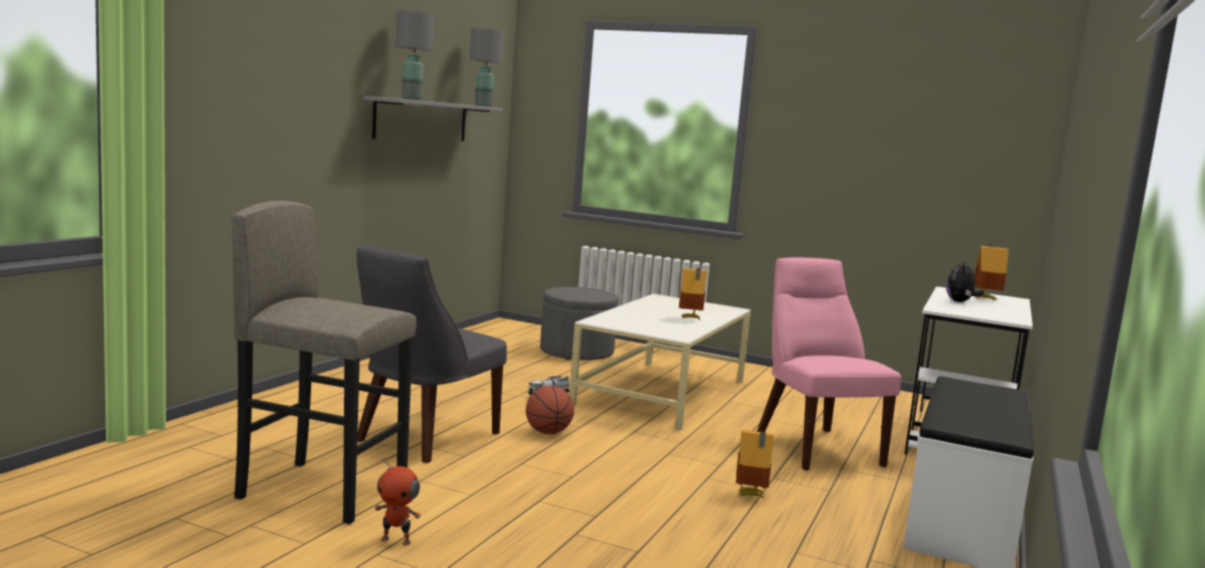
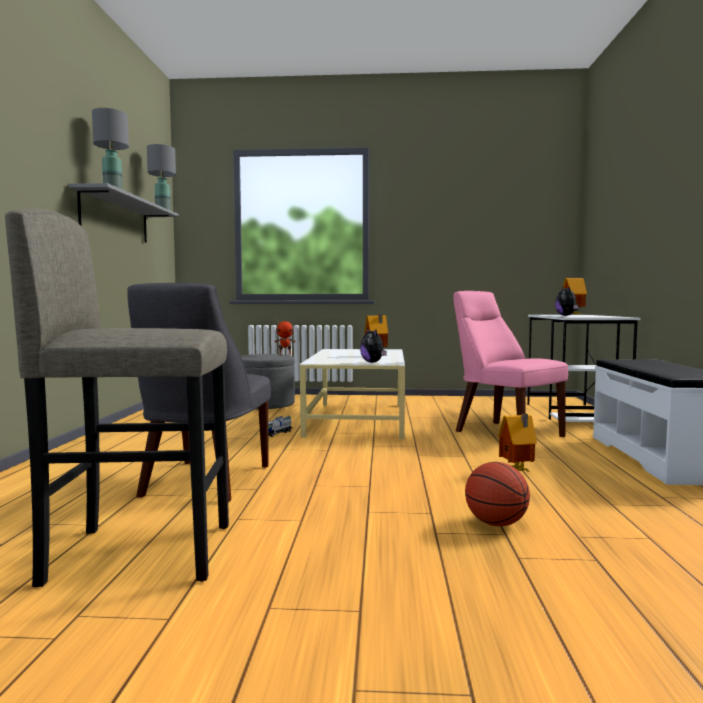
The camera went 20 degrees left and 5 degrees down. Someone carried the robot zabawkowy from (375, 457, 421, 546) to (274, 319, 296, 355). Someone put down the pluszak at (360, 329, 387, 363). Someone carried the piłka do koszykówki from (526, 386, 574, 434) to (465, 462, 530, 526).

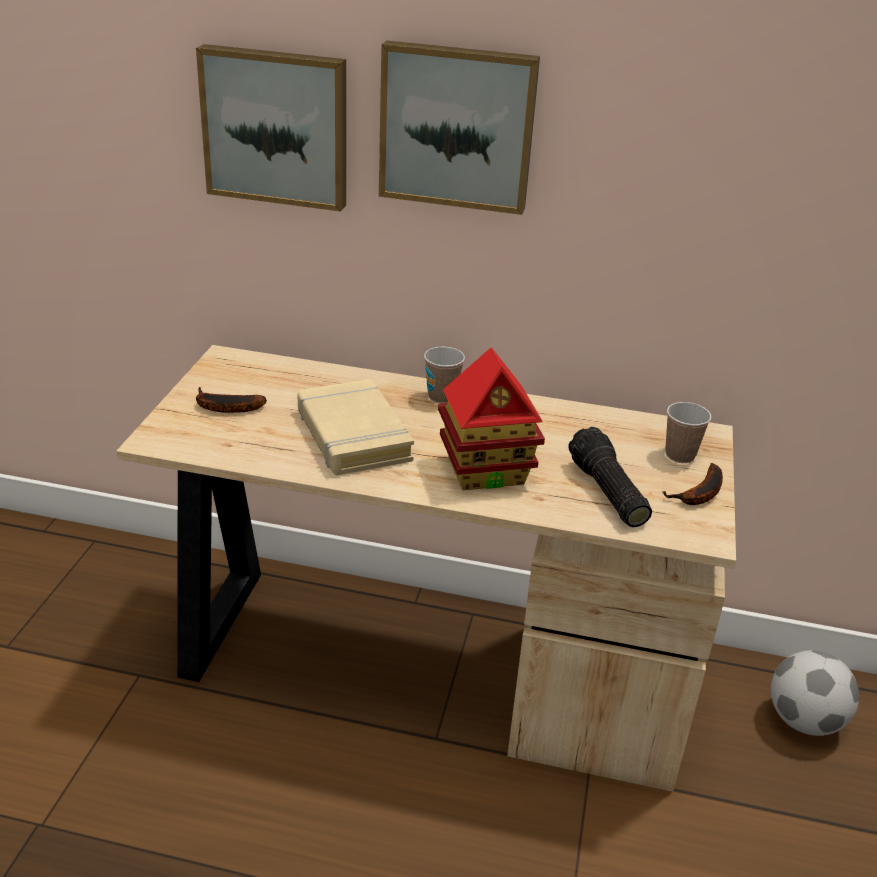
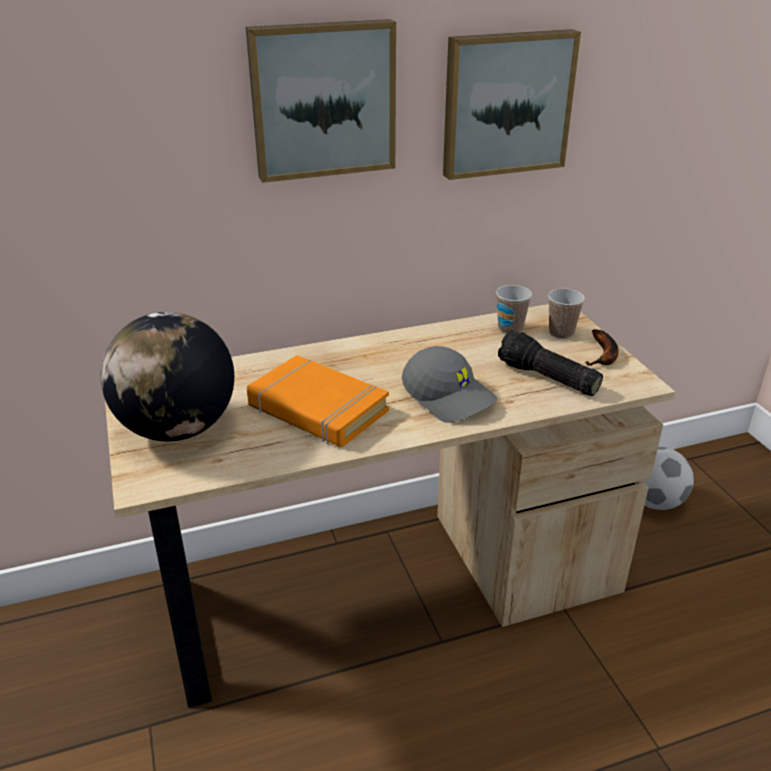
The camera went 30 degrees left and 0 degrees up. Someone swapped the banan at (196, 387, 267, 413) for the globus at (101, 312, 234, 442). Someone repainted the książka [beżowy] at (297, 379, 414, 475), which became the książka [pomarańczowy] at (247, 355, 389, 447). Someone swapped the domek at (438, 348, 545, 490) for the czapka z daszkiem [szary] at (402, 346, 497, 423). Someone carried the obraz from (196, 44, 346, 212) to (443, 29, 581, 180). Someone carried the filiżanka from (424, 347, 465, 404) to (496, 285, 532, 334).

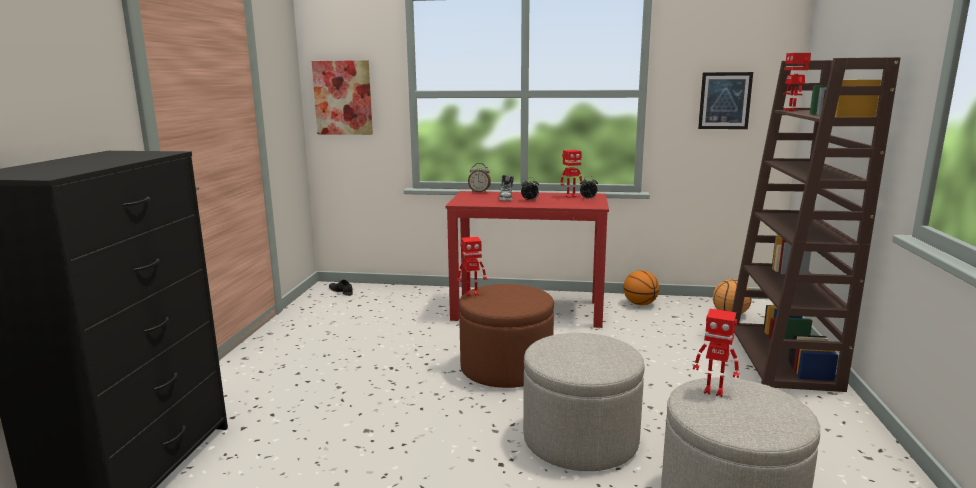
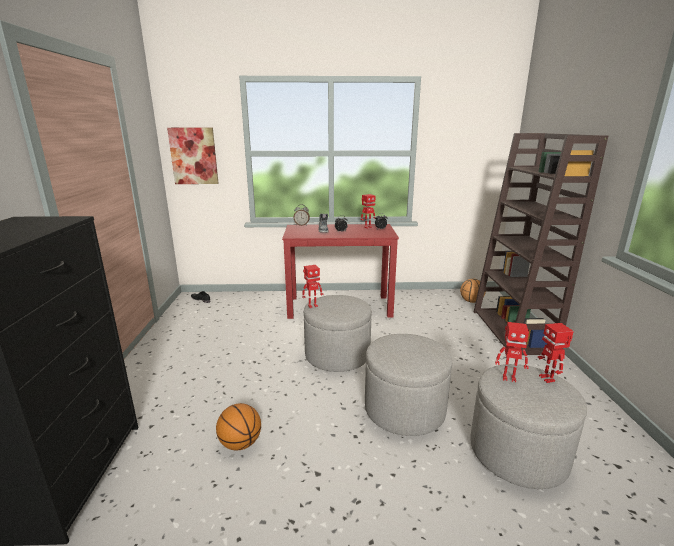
The camera went 10 degrees left and 5 degrees up. Someone carried the piłka do koszykówki from (623, 270, 659, 305) to (216, 403, 261, 450). Someone repainted the pufa [brązowy] at (459, 284, 554, 388), which became the pufa [szary] at (304, 295, 372, 372). Someone carried the robot zabawkowy from (783, 53, 811, 111) to (538, 323, 574, 383). Someone took away the obraz at (698, 72, 753, 129).

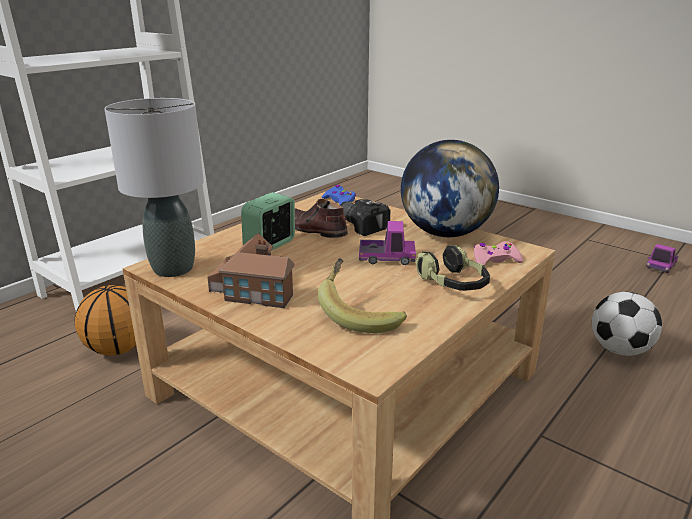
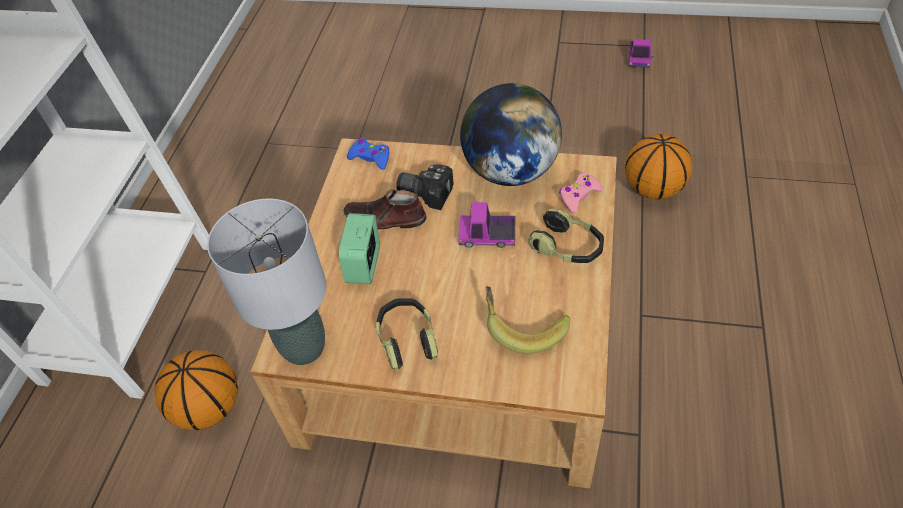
The camera went 25 degrees left and 25 degrees up. Someone swapped the domek at (207, 233, 295, 308) for the słuchawki at (376, 299, 438, 370). Someone rotated the ciężarówka zabawkowa at (359, 221, 416, 265) by 150 degrees counterclockwise. Someone swapped the piłka futbolowa at (592, 292, 662, 356) for the piłka do koszykówki at (625, 134, 692, 200).

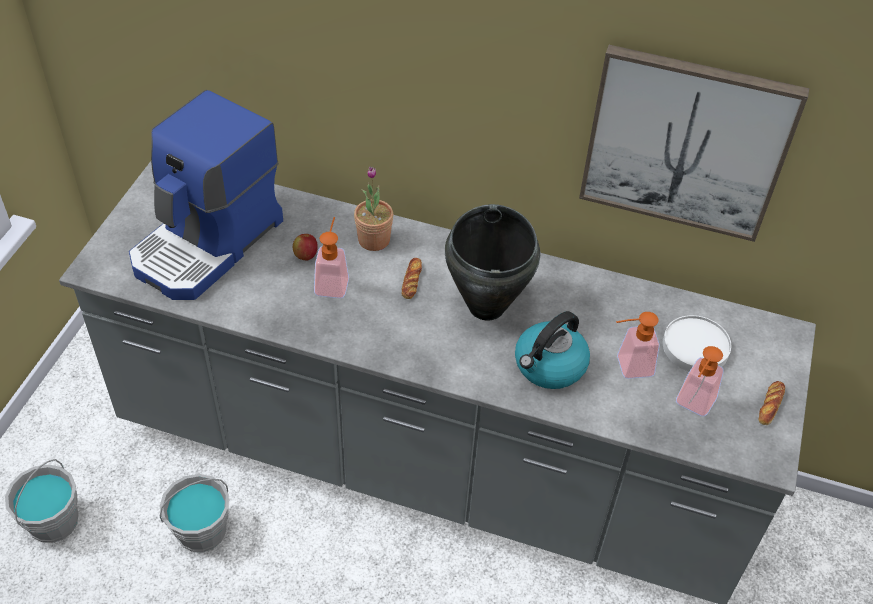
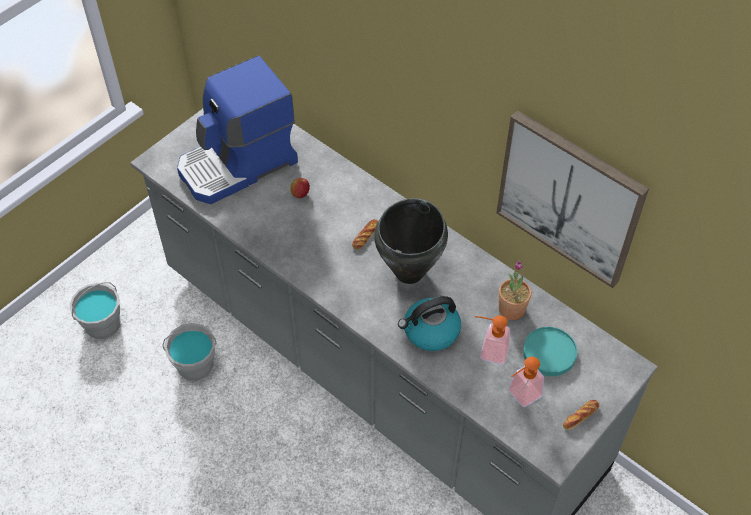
The camera went 25 degrees right and 5 degrees up. Someone carried the roślina doniczkowa from (354, 166, 393, 251) to (499, 260, 531, 320). Someone repainted the talerz [biały] at (663, 315, 731, 371), which became the talerz [turkusowy] at (523, 327, 577, 376). Someone took away the dozownik mydła at (314, 217, 349, 298).

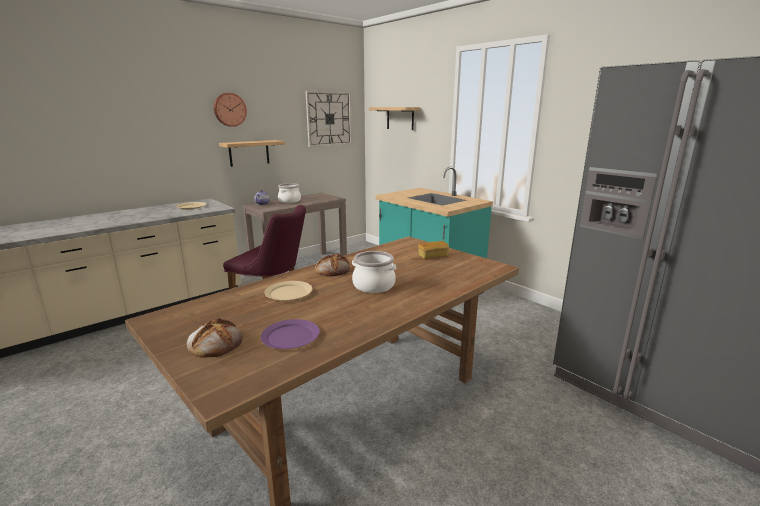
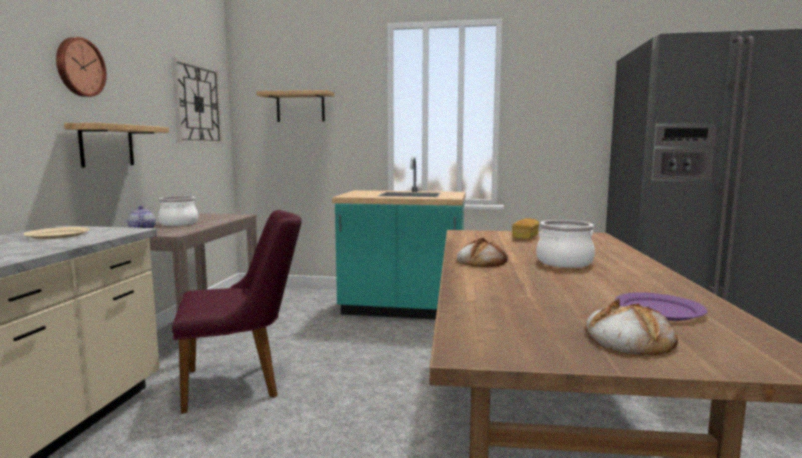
The camera went 40 degrees left and 10 degrees down. Someone took away the talerz [beżowy] at (265, 281, 312, 301).

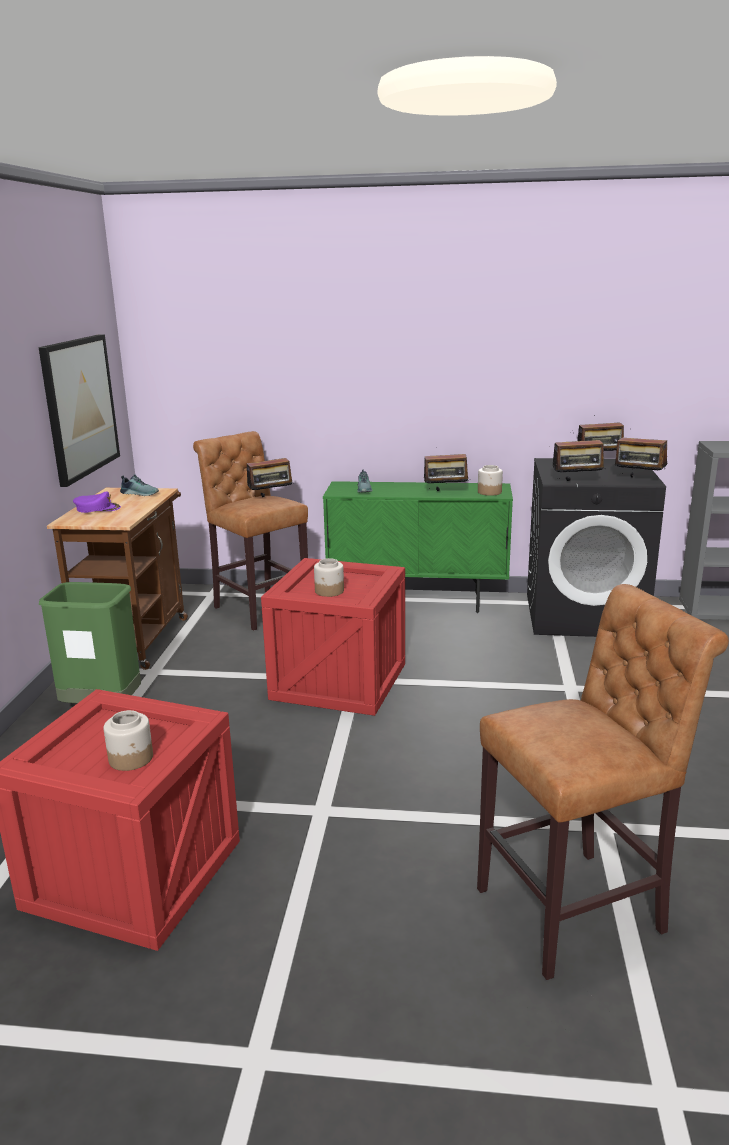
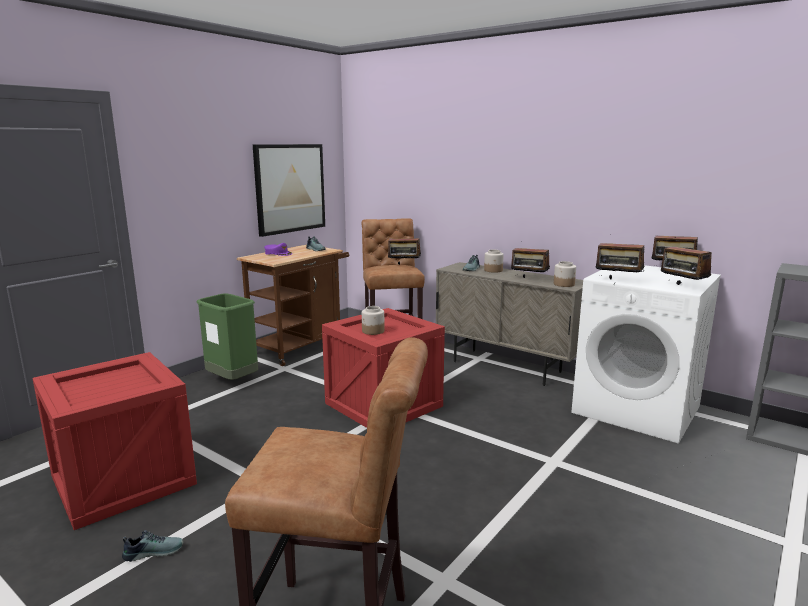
The camera went 30 degrees right and 5 degrees down. Someone put down the but at (122, 530, 183, 562). Someone repainted the szafka [zielony] at (323, 481, 513, 613), which became the szafka [beżowy] at (436, 262, 583, 386). Someone carried the słoik from (104, 710, 153, 771) to (484, 250, 504, 273). Someone repainted the pralka [czarny] at (527, 458, 666, 637), which became the pralka [biały] at (571, 265, 721, 444).

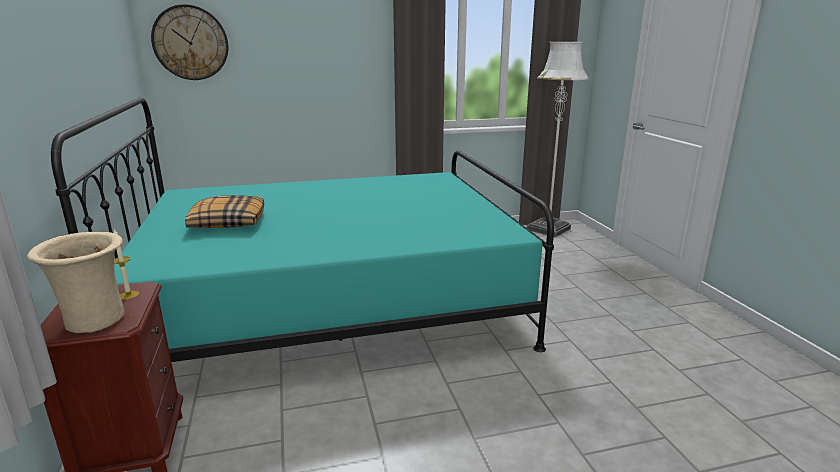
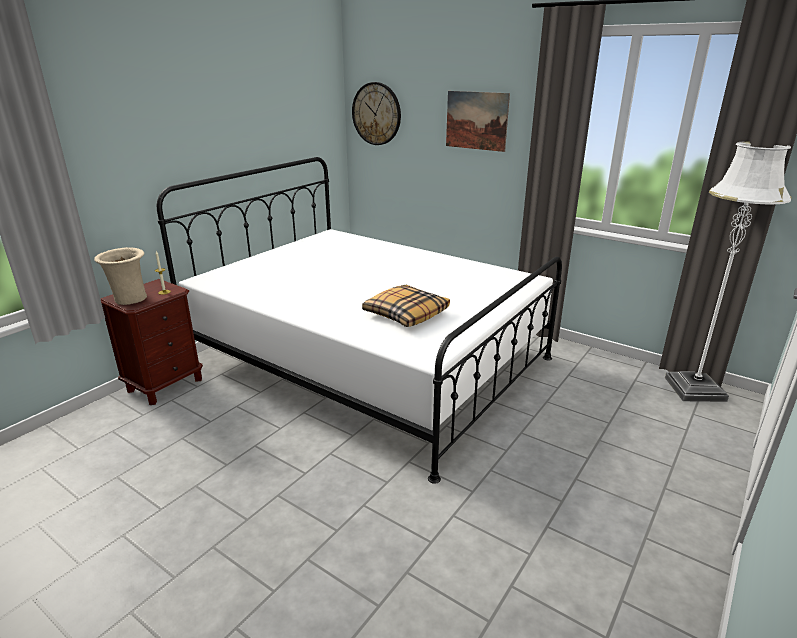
The camera went 50 degrees right and 5 degrees up. Someone repainted the łóżko [turkusowy] at (51, 97, 554, 362), which became the łóżko [biały] at (157, 157, 562, 484). Someone carried the poduszka from (185, 195, 264, 228) to (362, 285, 450, 327). Someone put up the obraz at (446, 91, 510, 152).

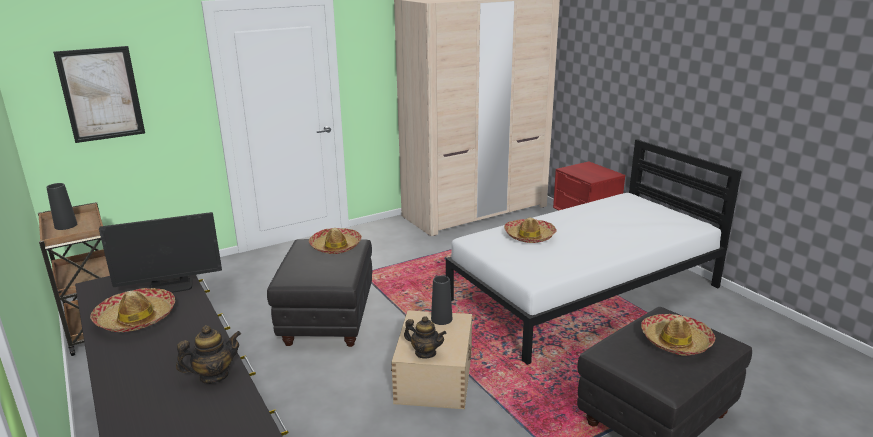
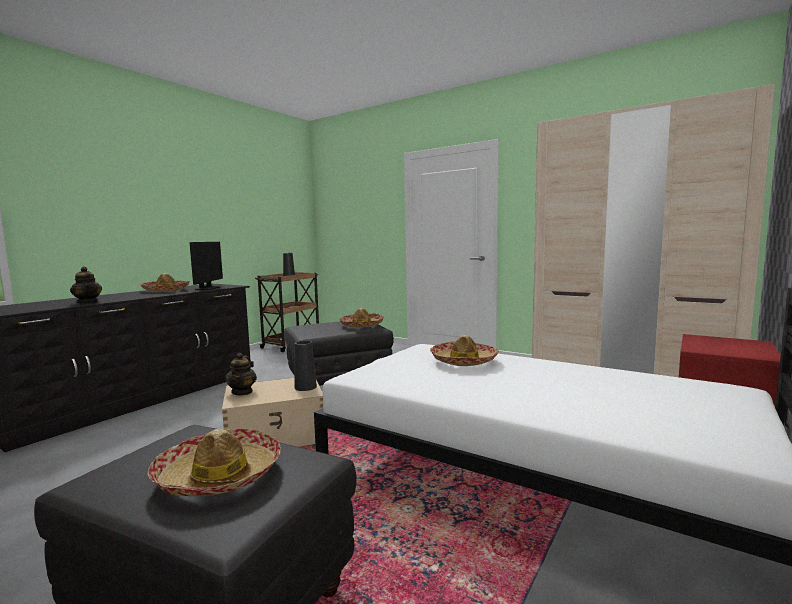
The camera went 65 degrees right and 15 degrees down. Someone rotated the monitor at (99, 212, 222, 293) by 135 degrees counterclockwise. Someone took away the obraz at (53, 46, 145, 143).

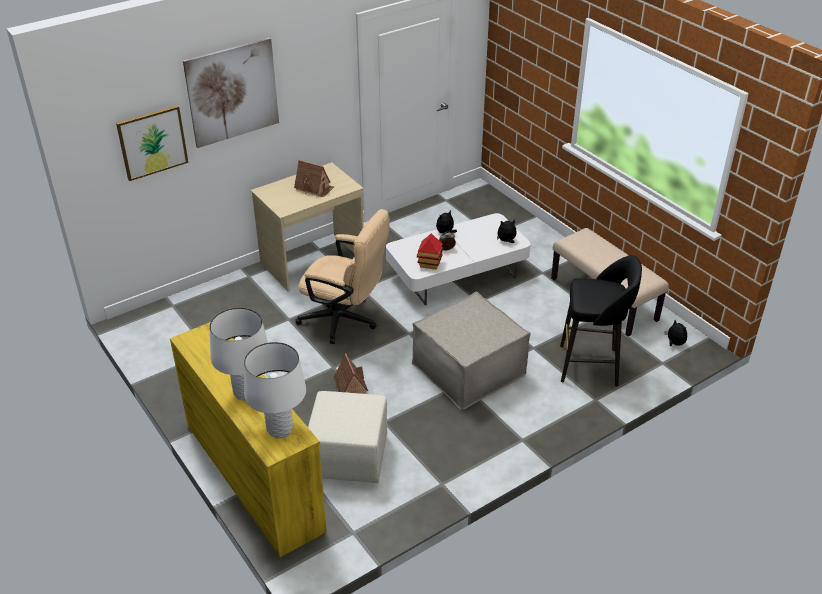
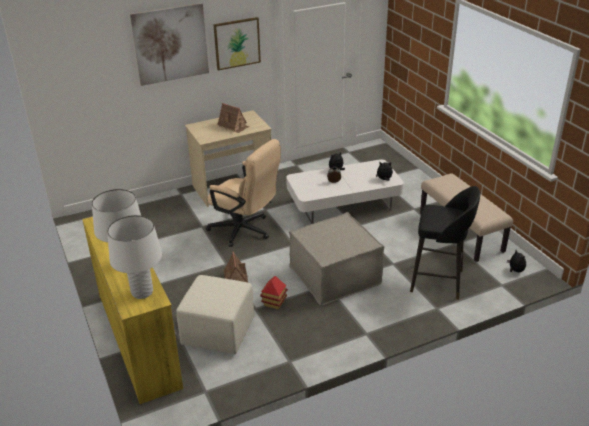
The camera went 10 degrees right and 5 degrees down. Someone carried the obraz from (116, 105, 188, 181) to (213, 17, 261, 70). Someone carried the domek from (417, 233, 443, 270) to (260, 276, 288, 310).

